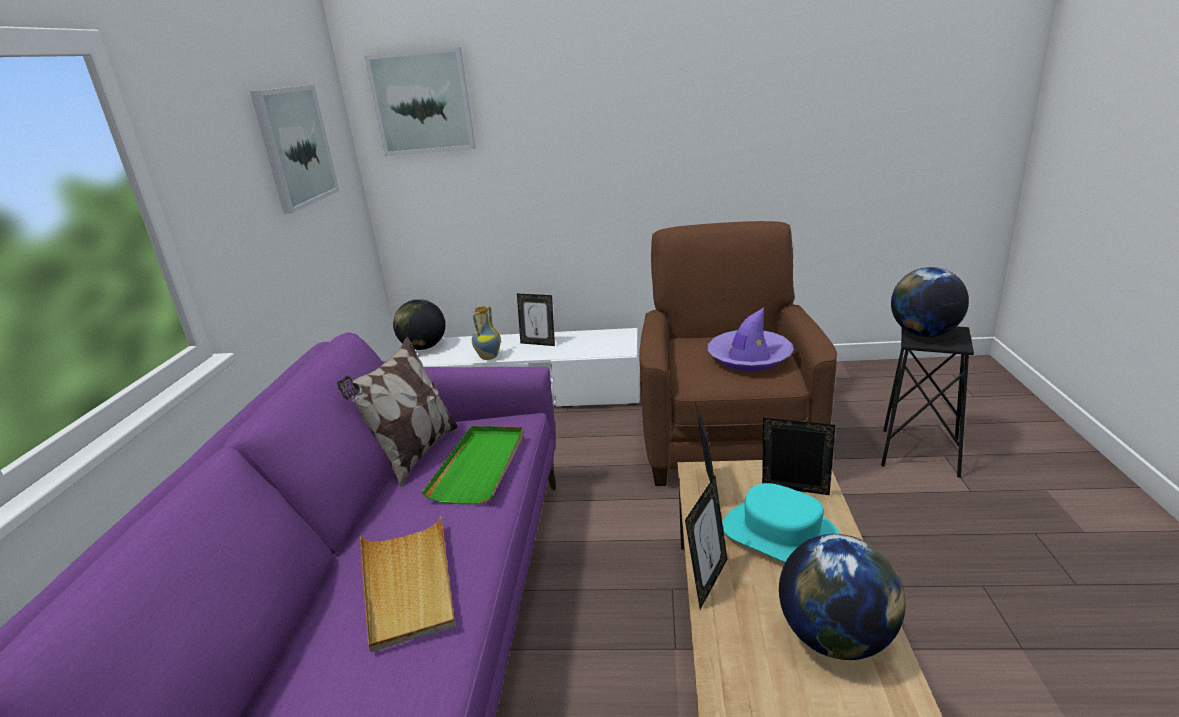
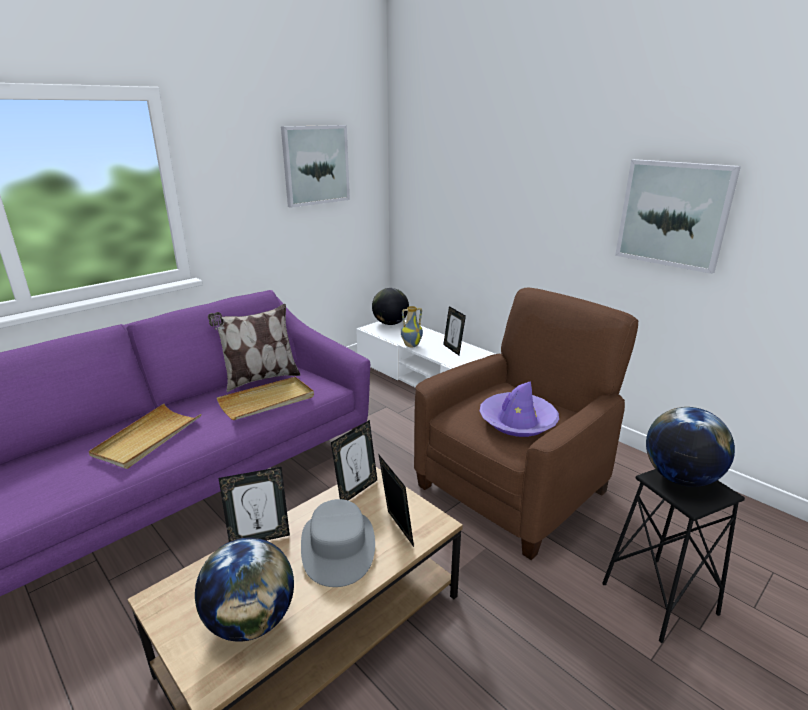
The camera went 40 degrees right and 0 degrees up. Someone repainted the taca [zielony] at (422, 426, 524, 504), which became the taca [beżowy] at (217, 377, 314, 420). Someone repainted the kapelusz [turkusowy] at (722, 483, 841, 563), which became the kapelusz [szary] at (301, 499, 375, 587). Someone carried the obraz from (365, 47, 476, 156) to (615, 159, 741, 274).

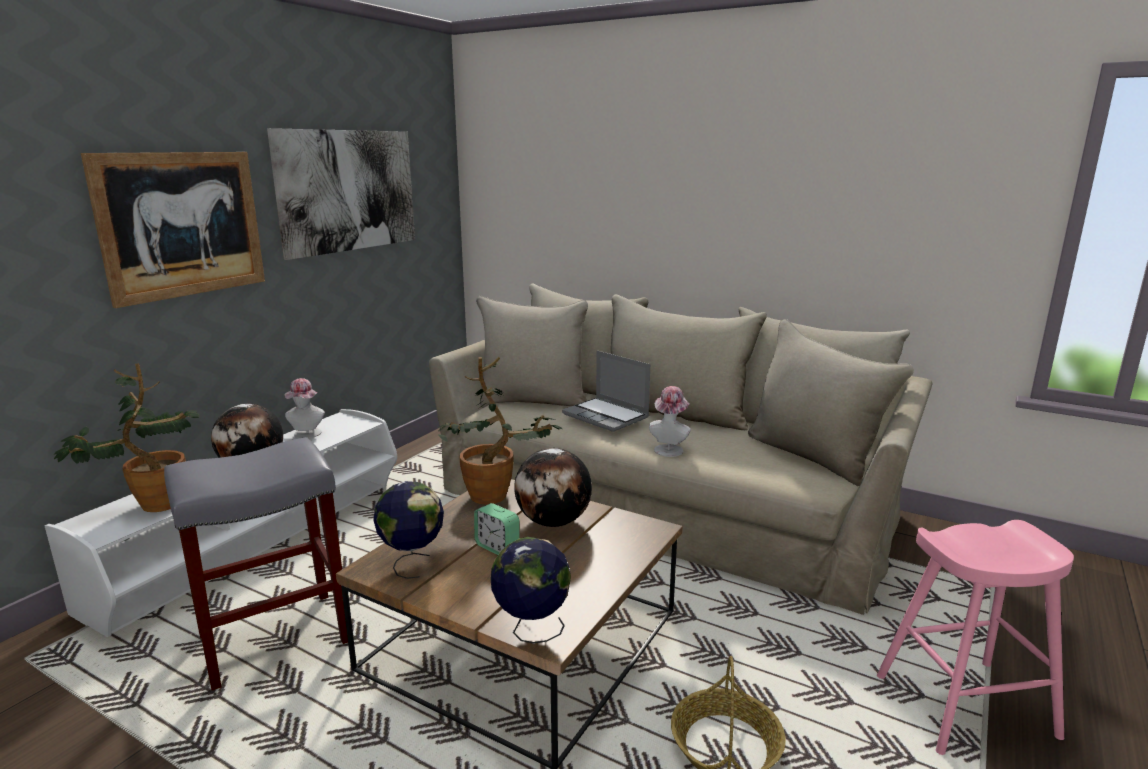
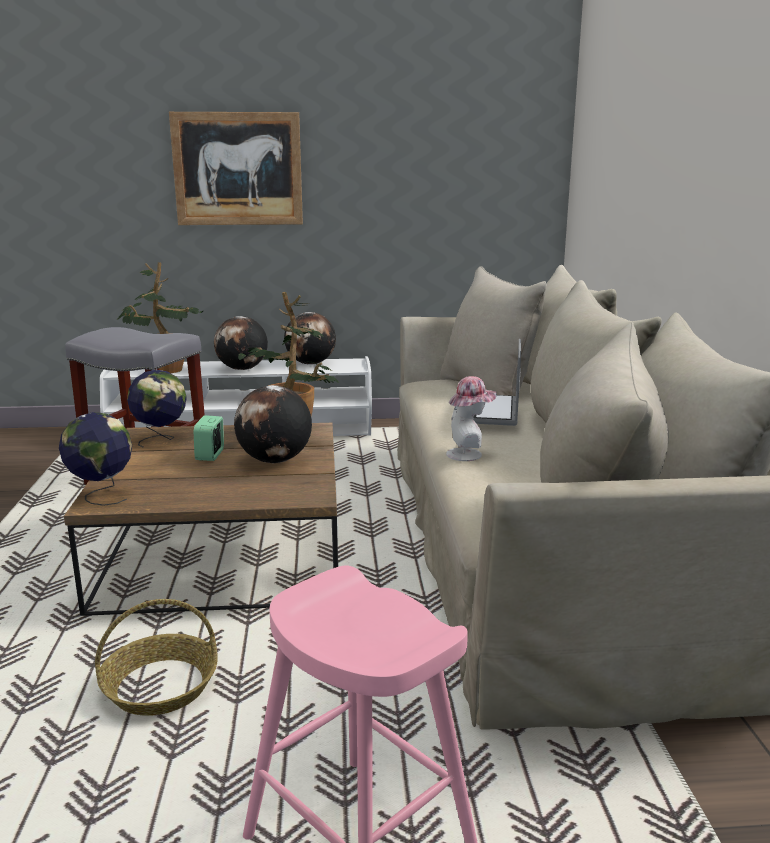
The camera went 55 degrees right and 0 degrees up. Someone swapped the kapelusz at (285, 378, 325, 438) for the globus at (284, 312, 336, 365). Someone took away the obraz at (267, 128, 415, 260).

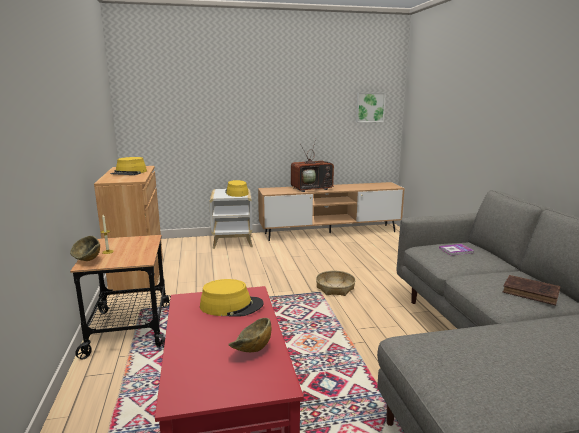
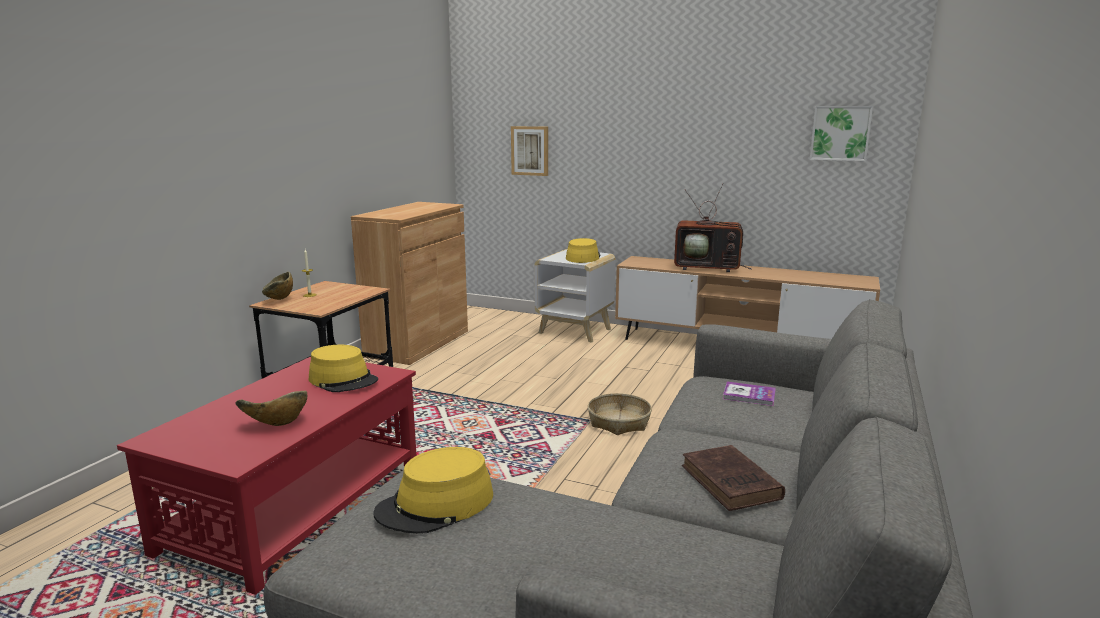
The camera went 35 degrees right and 0 degrees up. Someone carried the kapelusz [żółty] from (110, 157, 147, 175) to (373, 447, 493, 534). Someone put up the obraz at (511, 126, 548, 176).

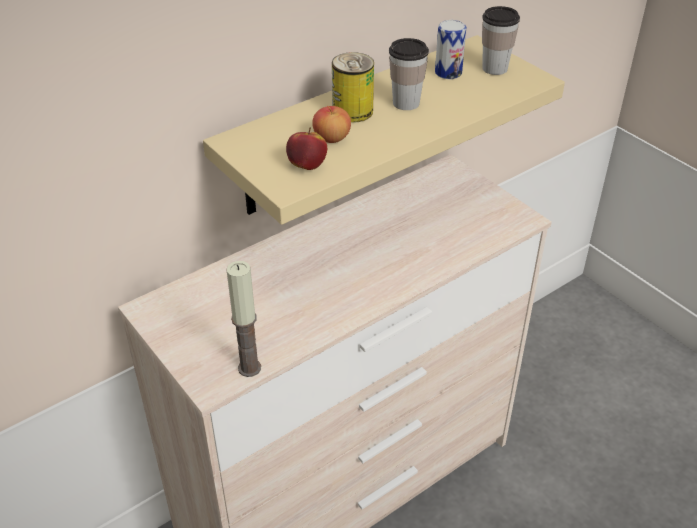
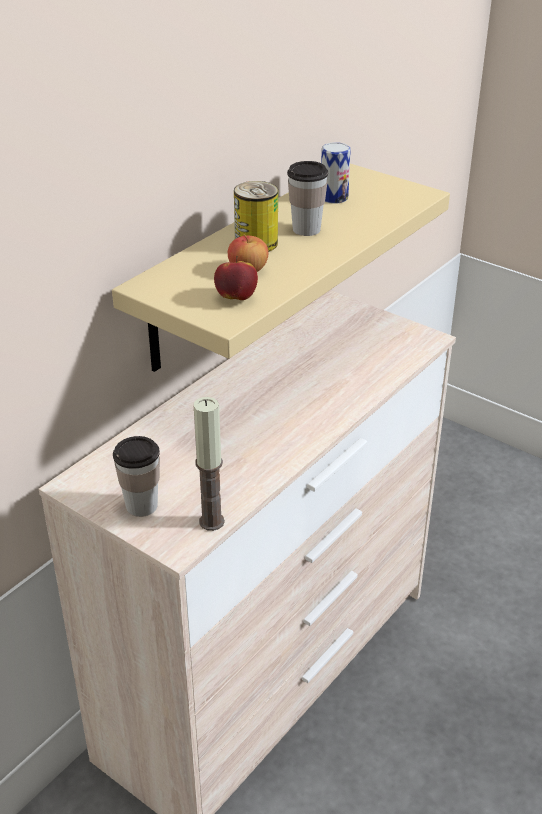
The camera went 15 degrees left and 5 degrees down. Someone carried the filiżanka from (482, 6, 520, 75) to (113, 436, 160, 517).

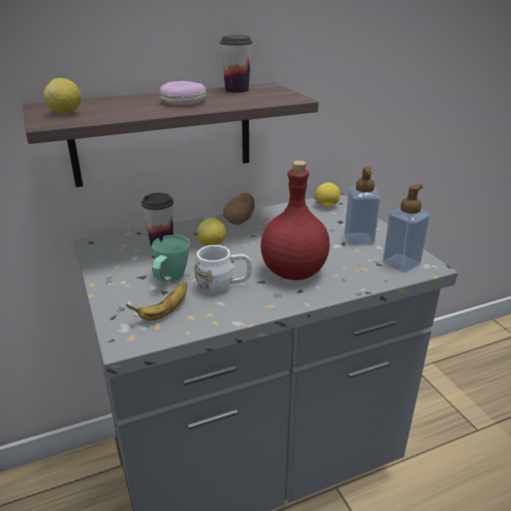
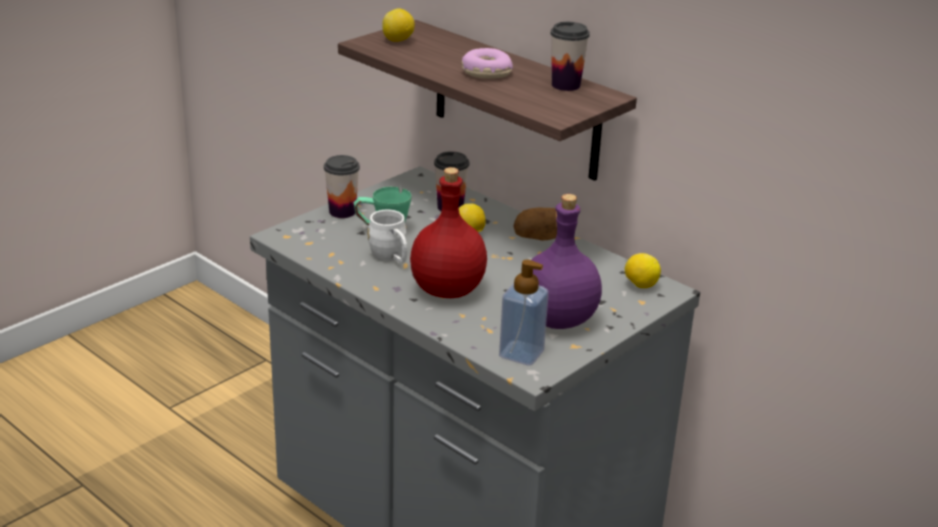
The camera went 65 degrees right and 0 degrees up. Someone put down the filiżanka at (324, 155, 360, 218). Someone swapped the dozownik mydła at (344, 167, 381, 246) for the butelka [fioletowy] at (532, 194, 602, 329). Someone took away the banan at (126, 282, 187, 320).

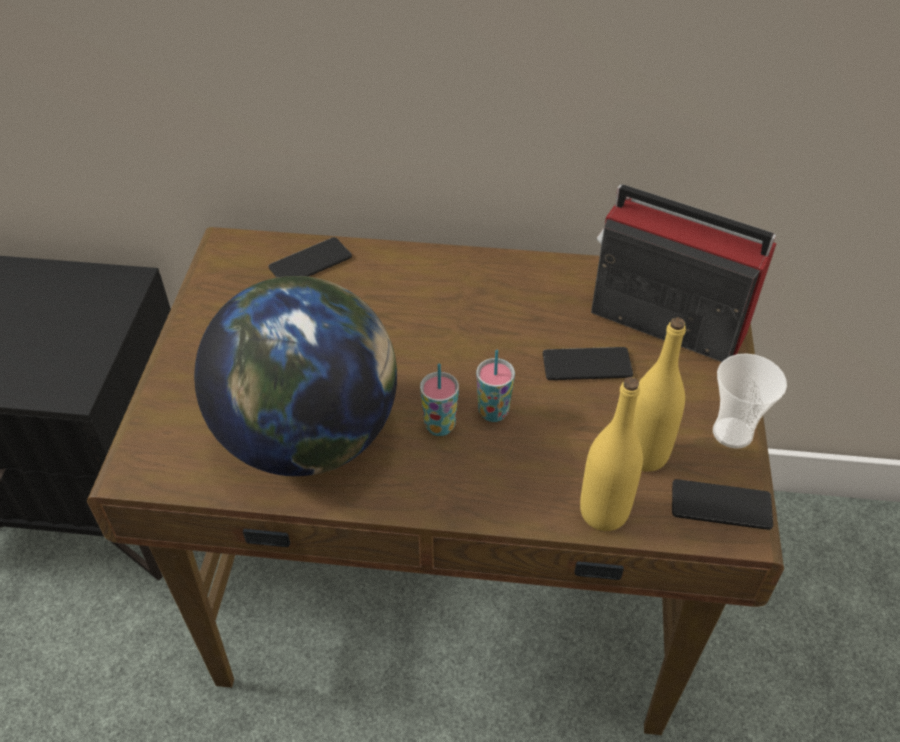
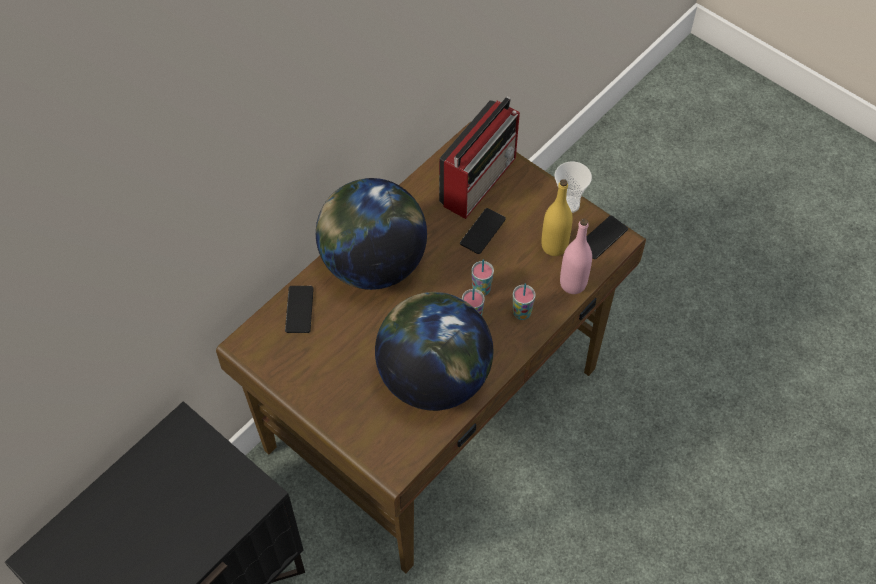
The camera went 55 degrees left and 10 degrees up. Someone put down the globus at (316, 178, 427, 290). Someone rotated the radio at (591, 184, 776, 362) by 150 degrees clockwise. Someone put down the filiżanka at (513, 283, 536, 320). Someone repainted the butelka [żółty] at (580, 377, 643, 531), which became the butelka [różowy] at (560, 219, 592, 294).

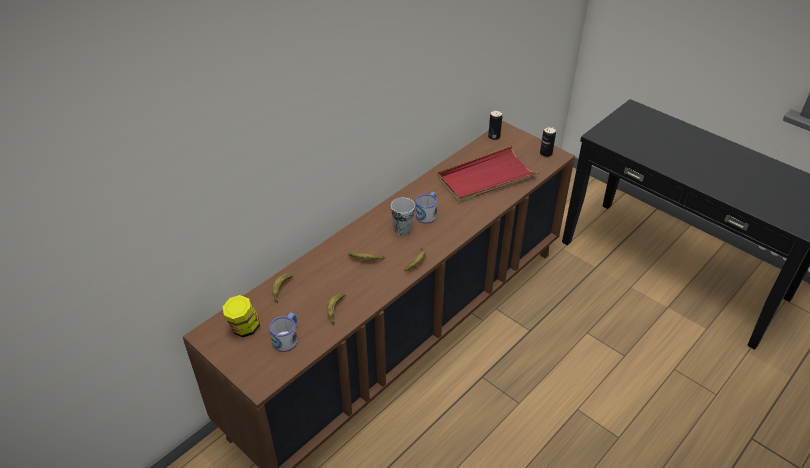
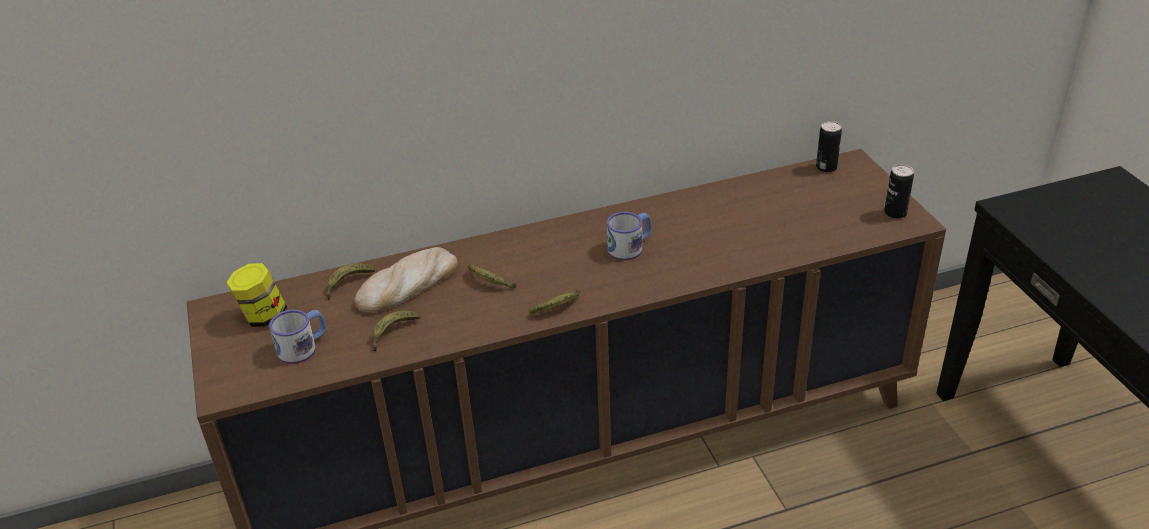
The camera went 30 degrees right and 5 degrees down. Someone put down the chleb at (354, 247, 458, 313). Someone took away the filiżanka at (391, 198, 415, 236). Someone took away the taca [czerwony] at (437, 146, 539, 203).

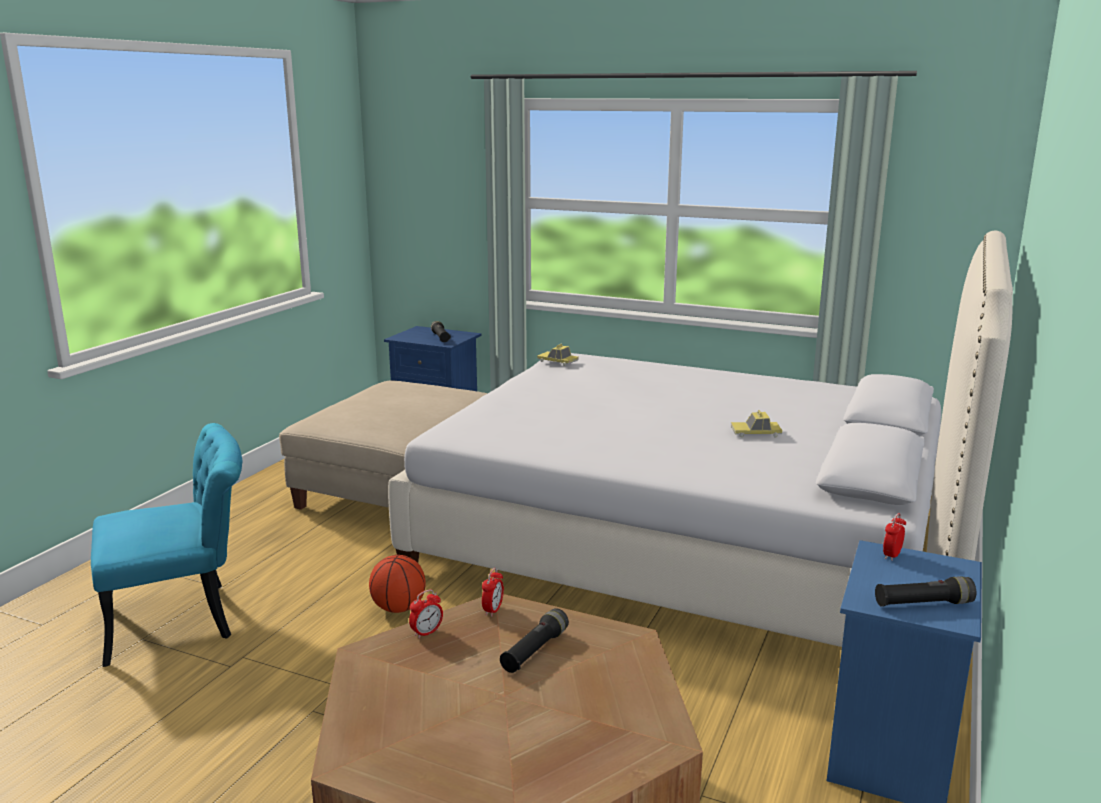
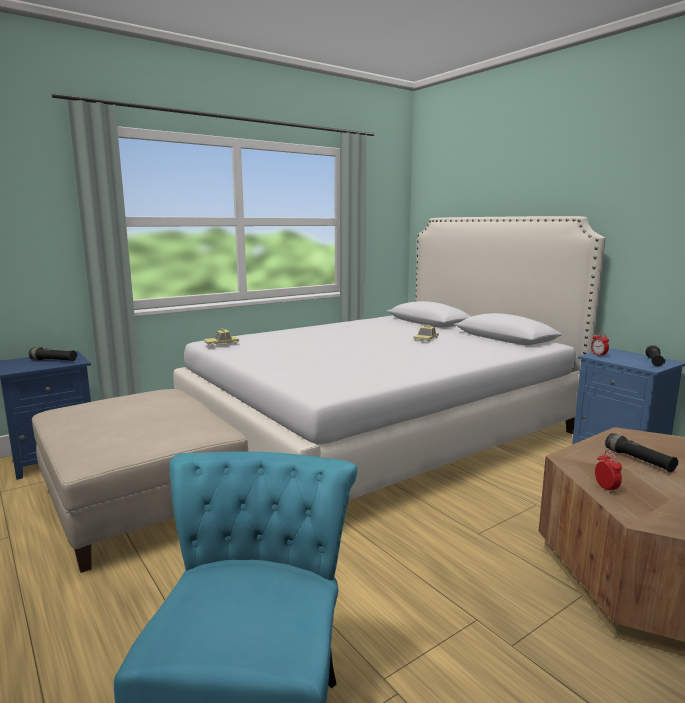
The camera went 60 degrees left and 5 degrees down. Someone took away the piłka do koszykówki at (369, 555, 426, 613). Someone took away the budzik at (482, 568, 504, 617).

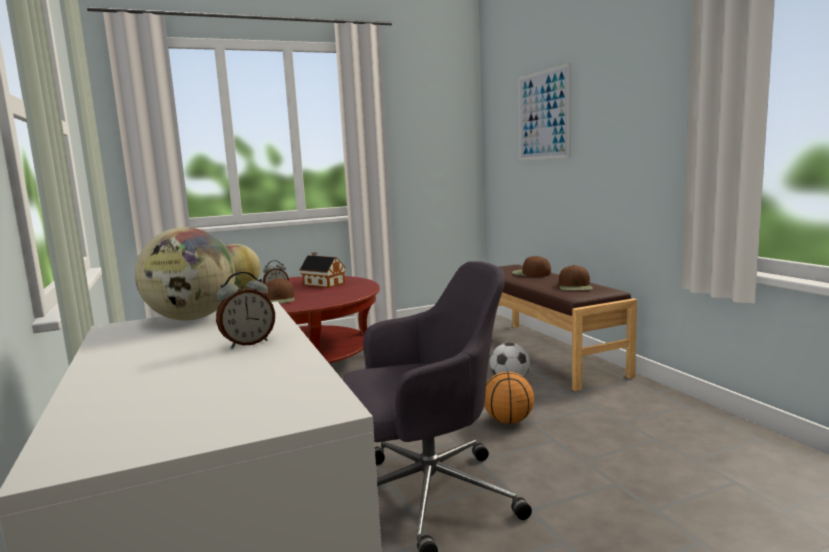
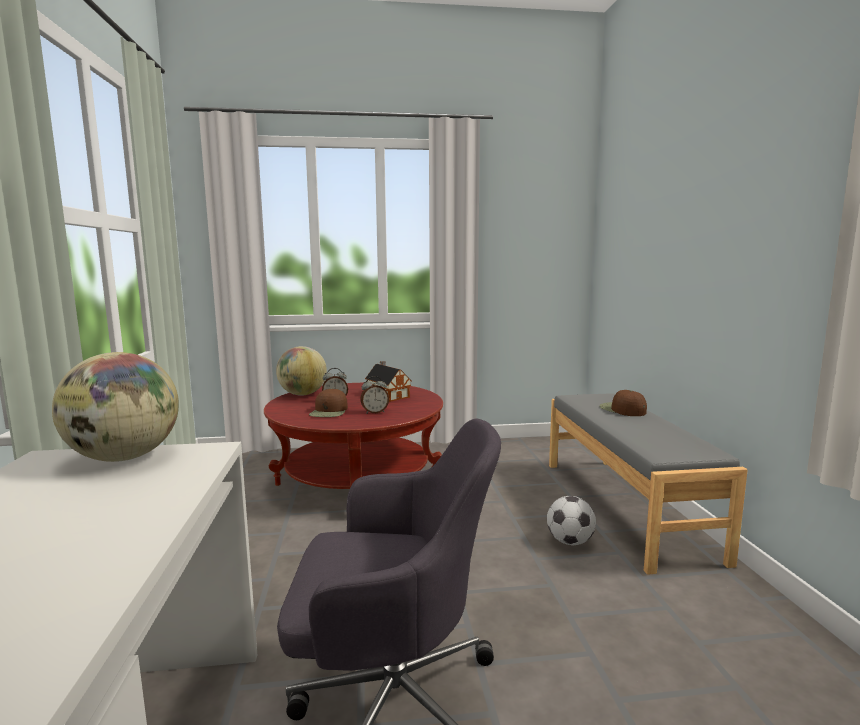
The camera went 15 degrees right and 0 degrees up. Someone carried the budzik from (216, 272, 275, 348) to (360, 376, 389, 414). Someone repainted the ławka [brązowy] at (498, 265, 637, 391), which became the ławka [szary] at (549, 394, 748, 575). Someone took away the piłka do koszykówki at (484, 372, 534, 424). Someone took away the obraz at (518, 63, 571, 160). Someone took away the czapka z daszkiem [brązowy] at (559, 265, 593, 291).

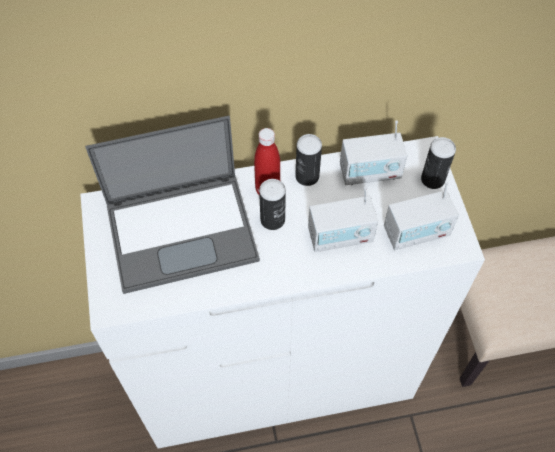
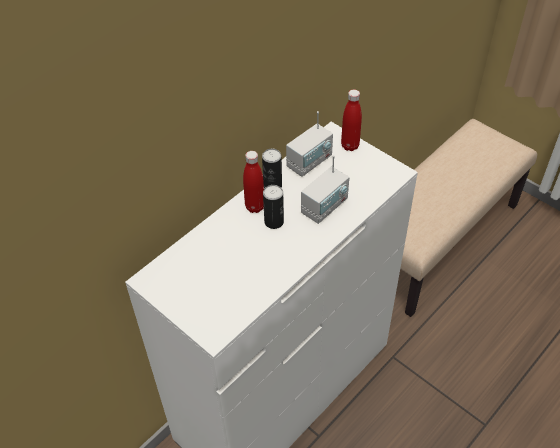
The camera went 35 degrees left and 10 degrees down. Someone swapped the puszka at (421, 137, 456, 189) for the butelka [czerwony] at (341, 89, 362, 151). Someone took away the laptop at (85, 116, 260, 294). Someone took away the radio at (384, 181, 459, 250).

